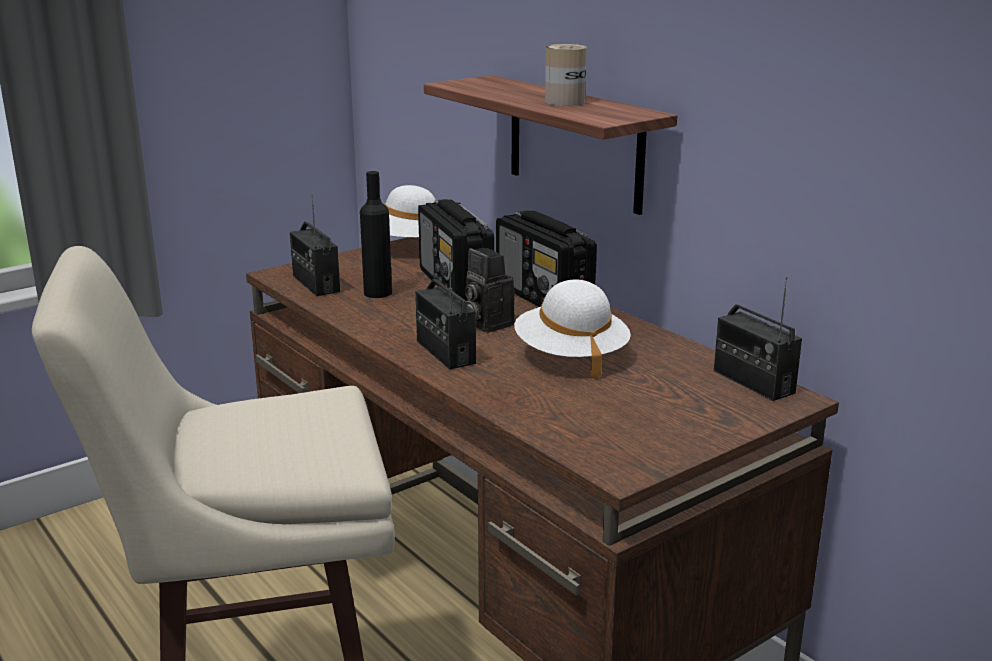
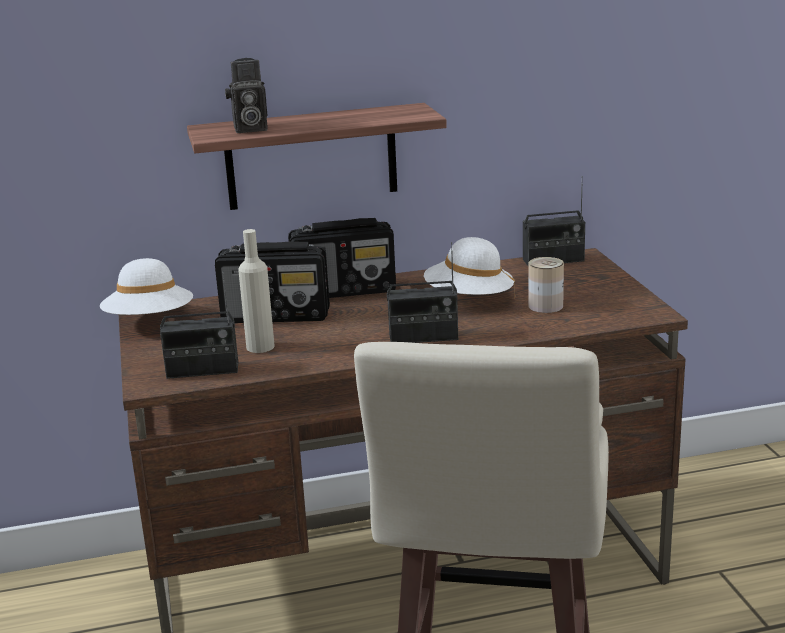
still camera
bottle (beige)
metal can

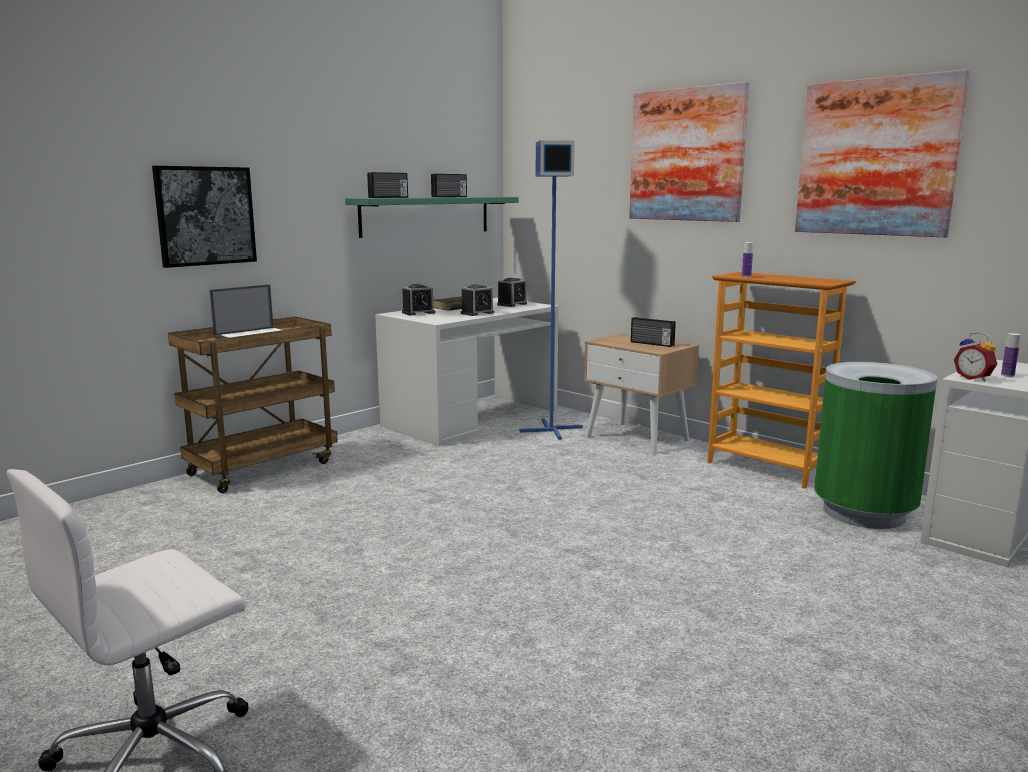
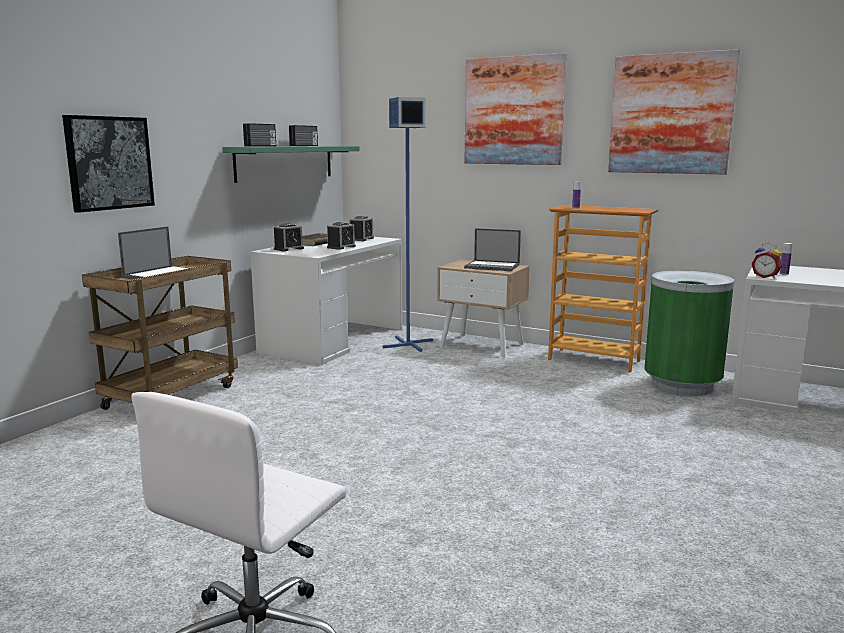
portable computer (no. 2 from left)

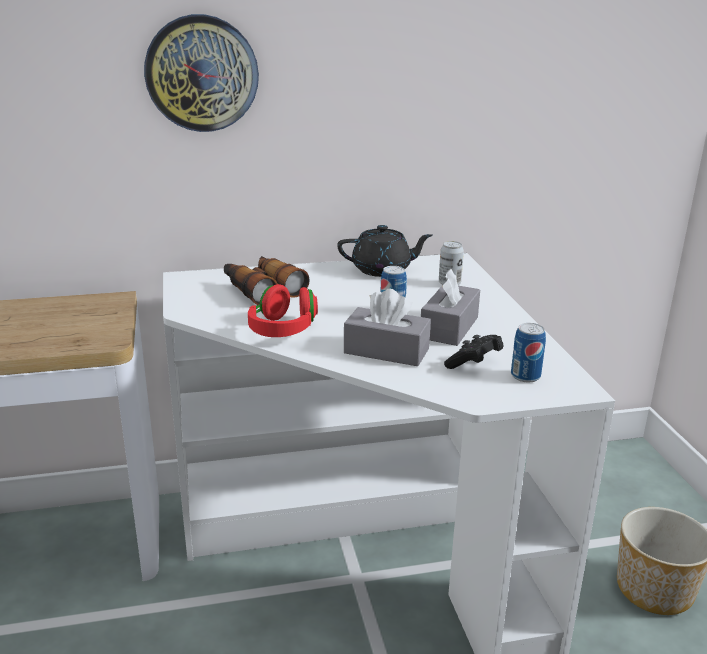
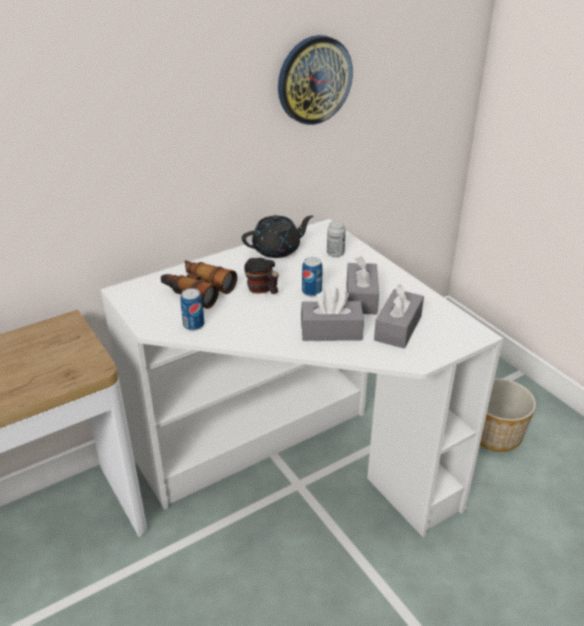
metal can (no. 1 from left)
coffee mug
hanging clock
tissue holder (greyish) (no. 3 from left)
headset (reddish)

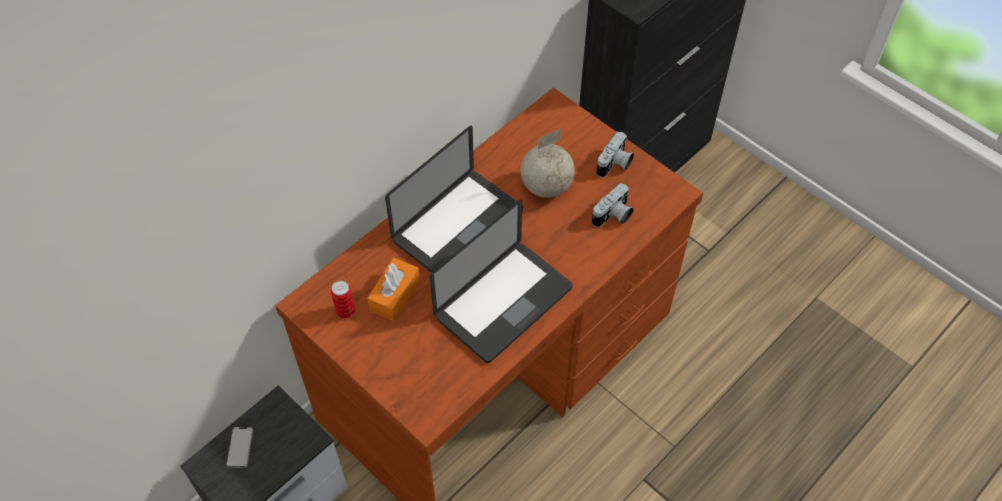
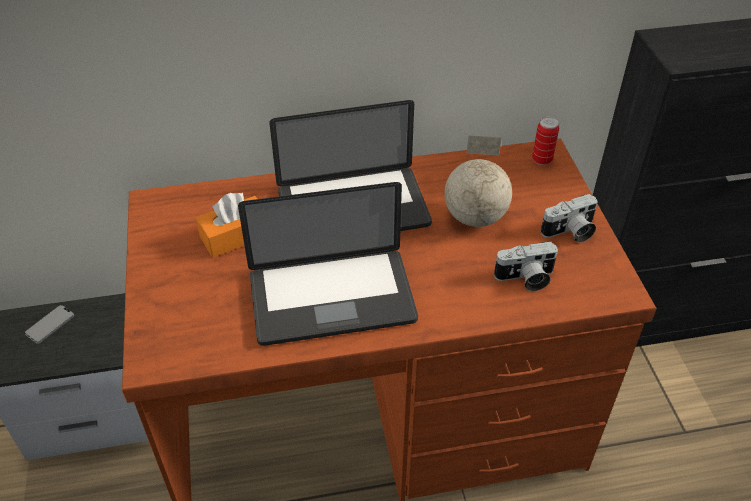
metal can

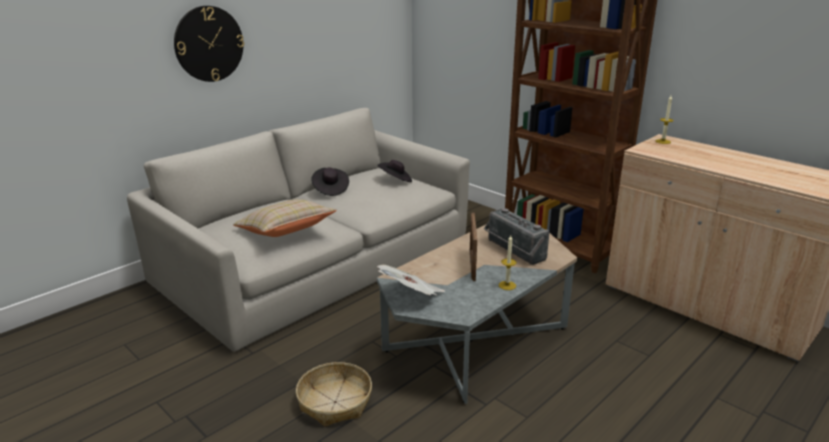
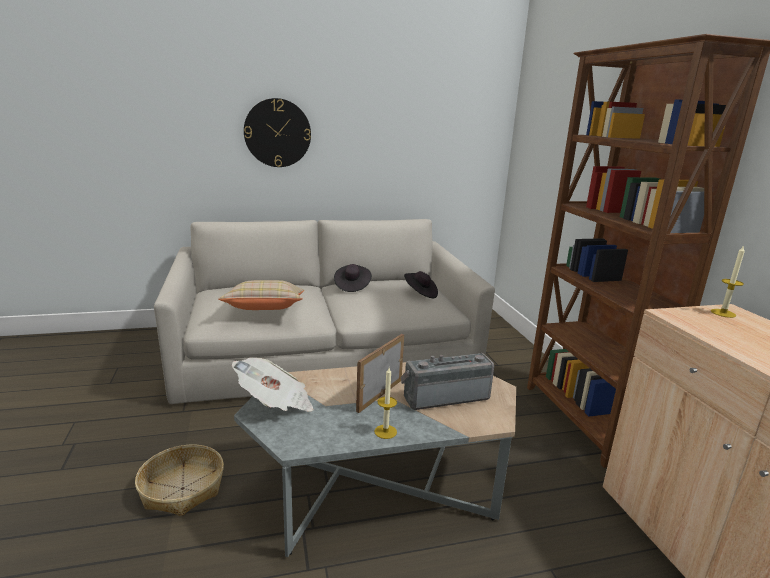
radio receiver

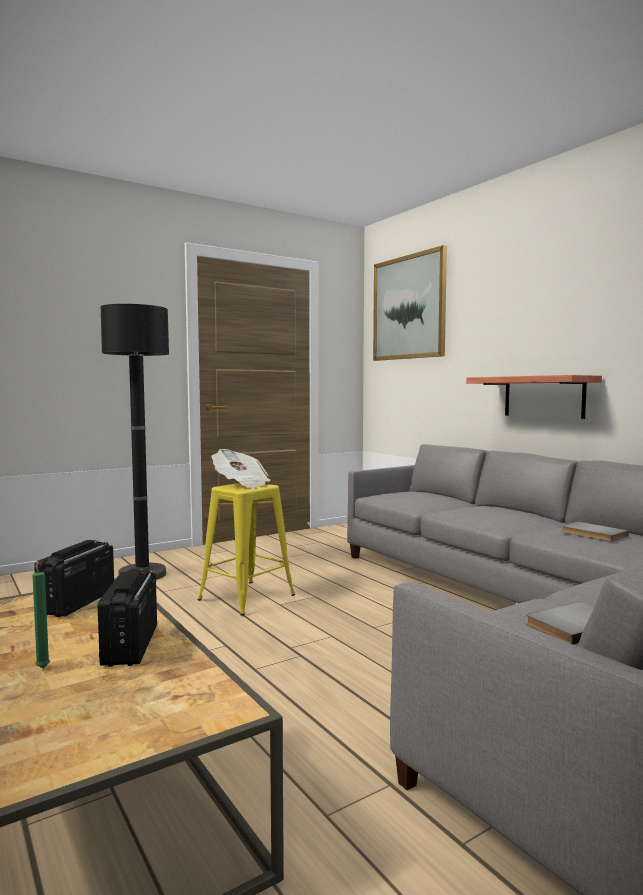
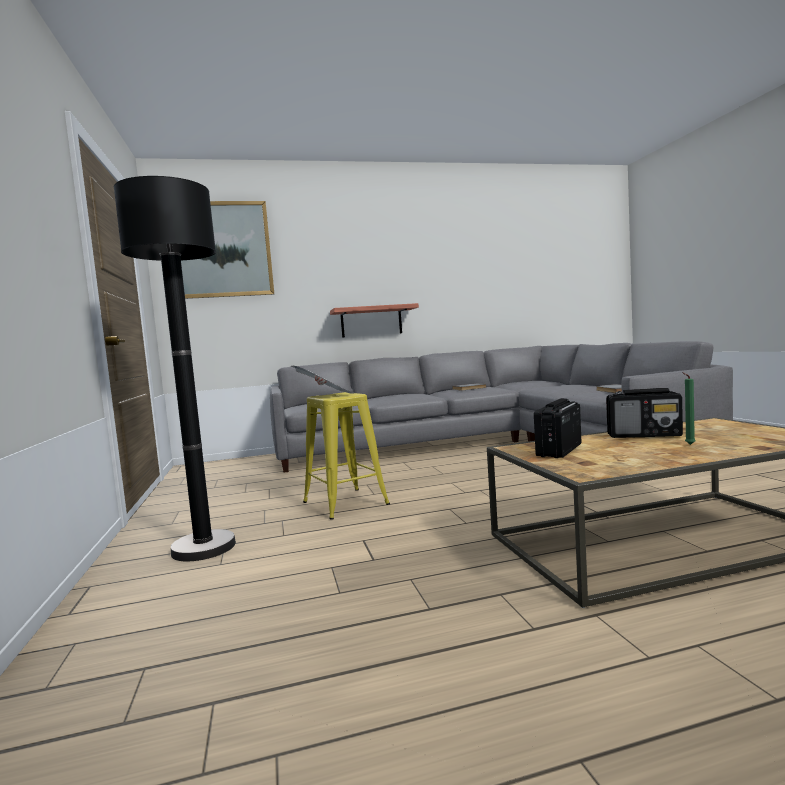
radio receiver (no. 1 from left)

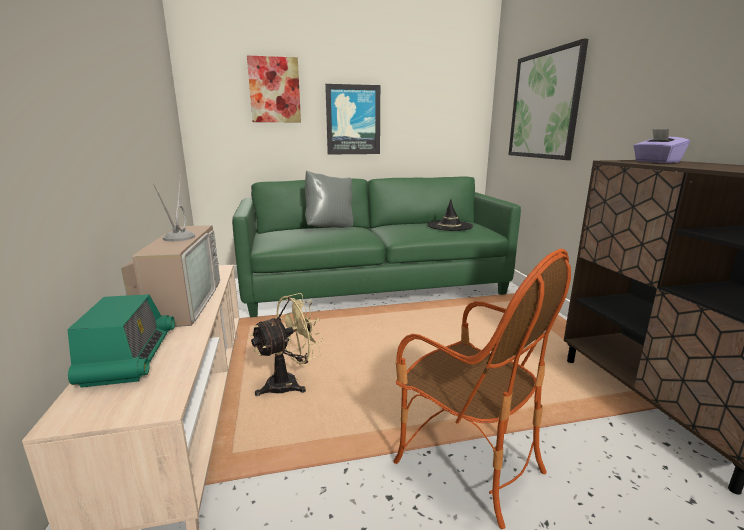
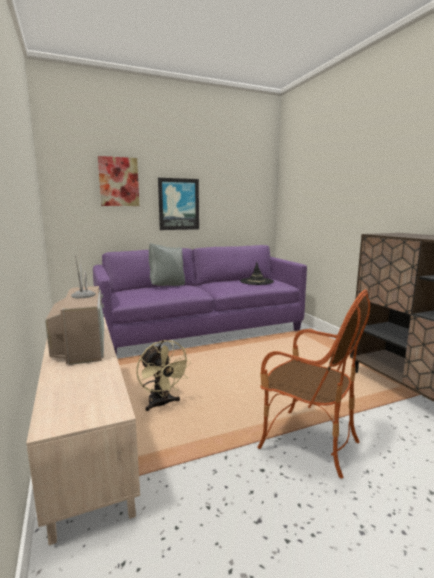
couch (purplish)
fan (beige)
radio receiver
wall picture (no. 3 from left in the first image)
tissue holder (purplish)

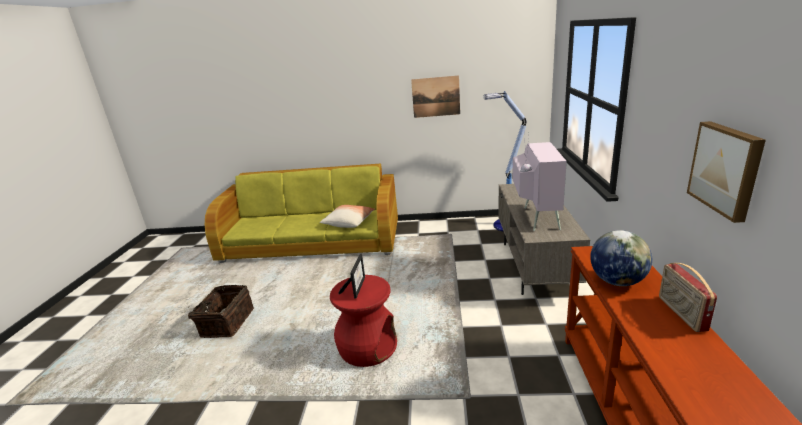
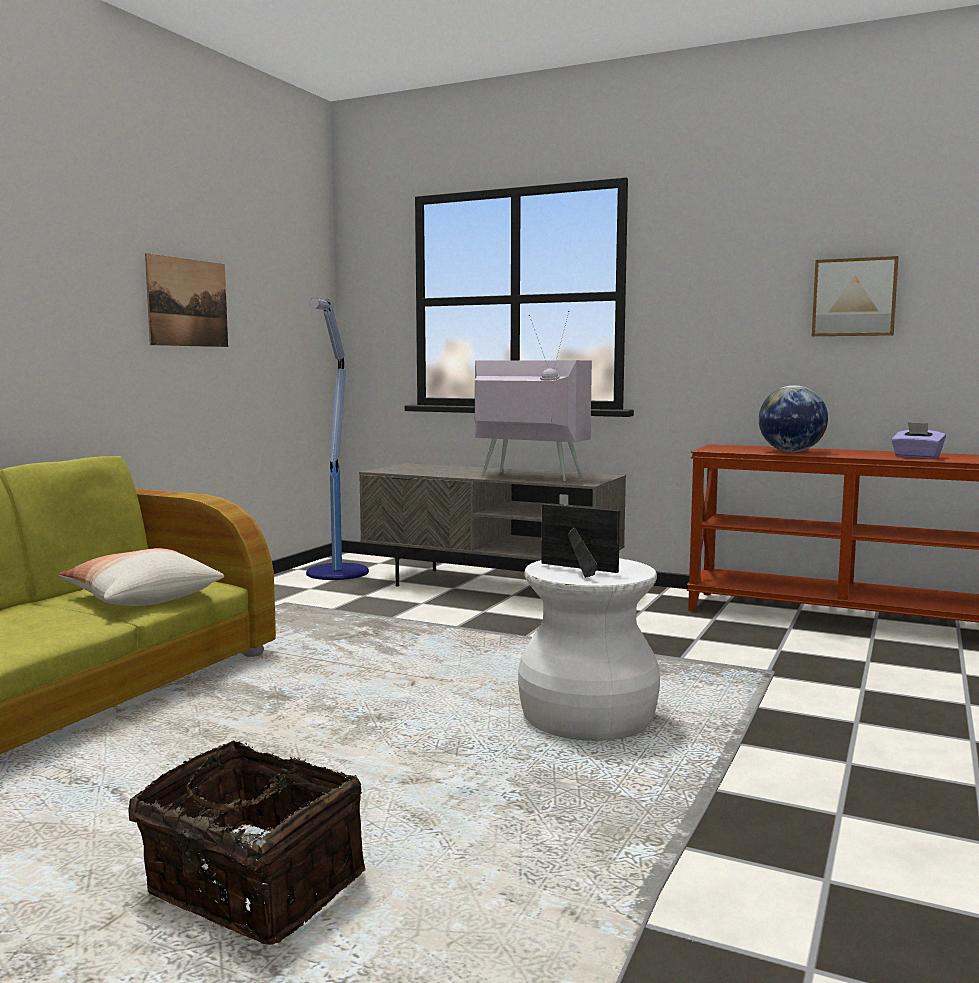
stool (white)
tissue holder (purplish)
radio receiver

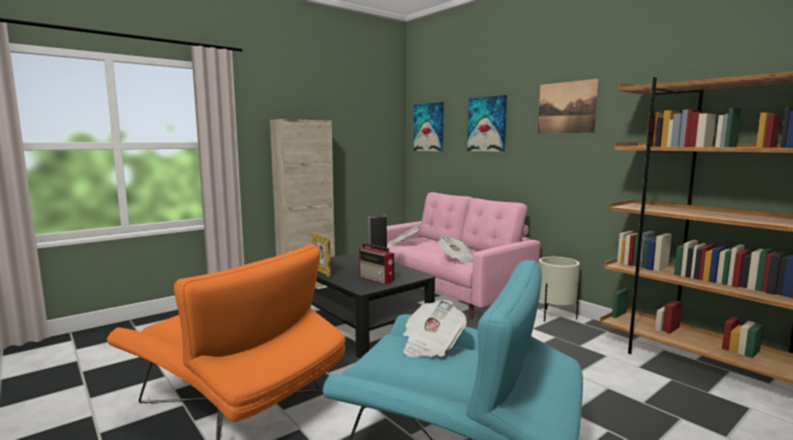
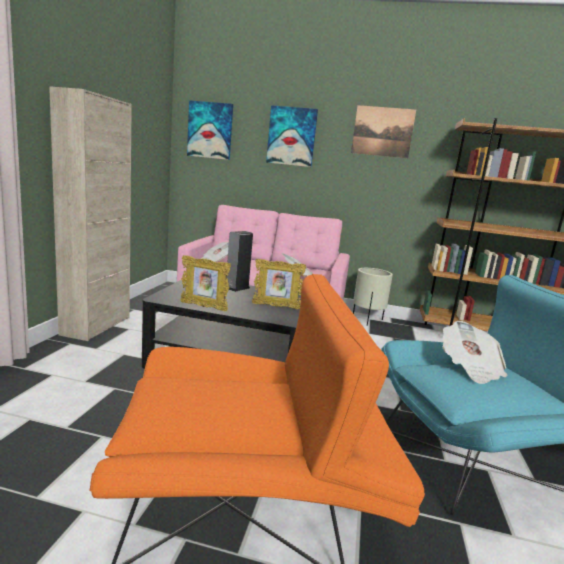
photo frame (no. 2 from left)

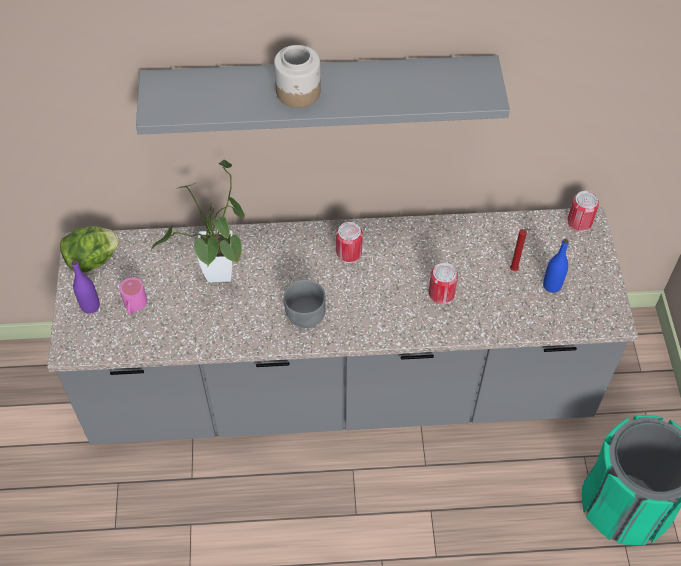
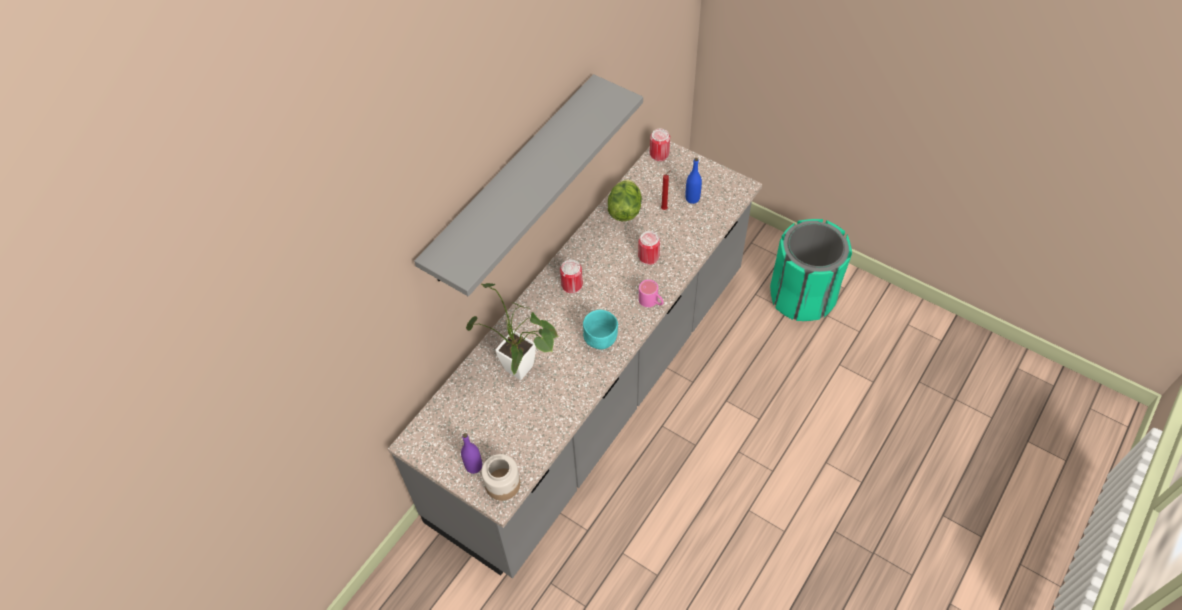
storage jar
bowl (blue-green)
lettuce
coffee mug (pink-coloured)

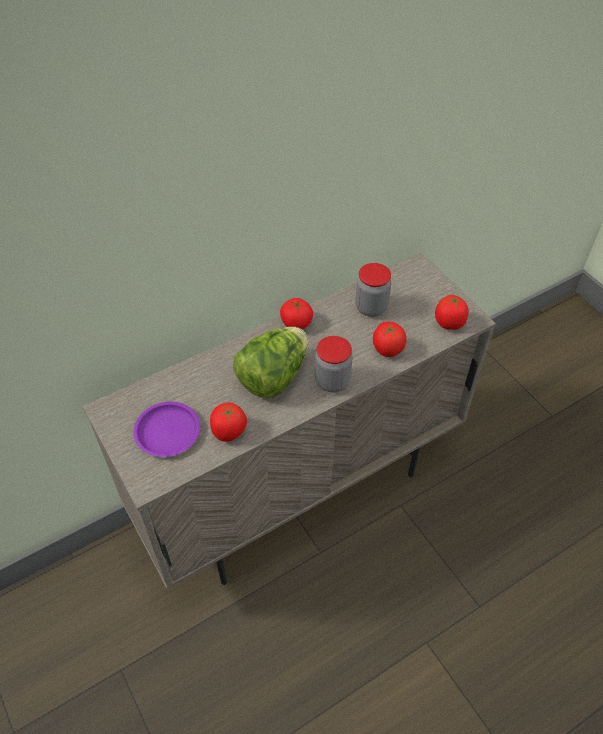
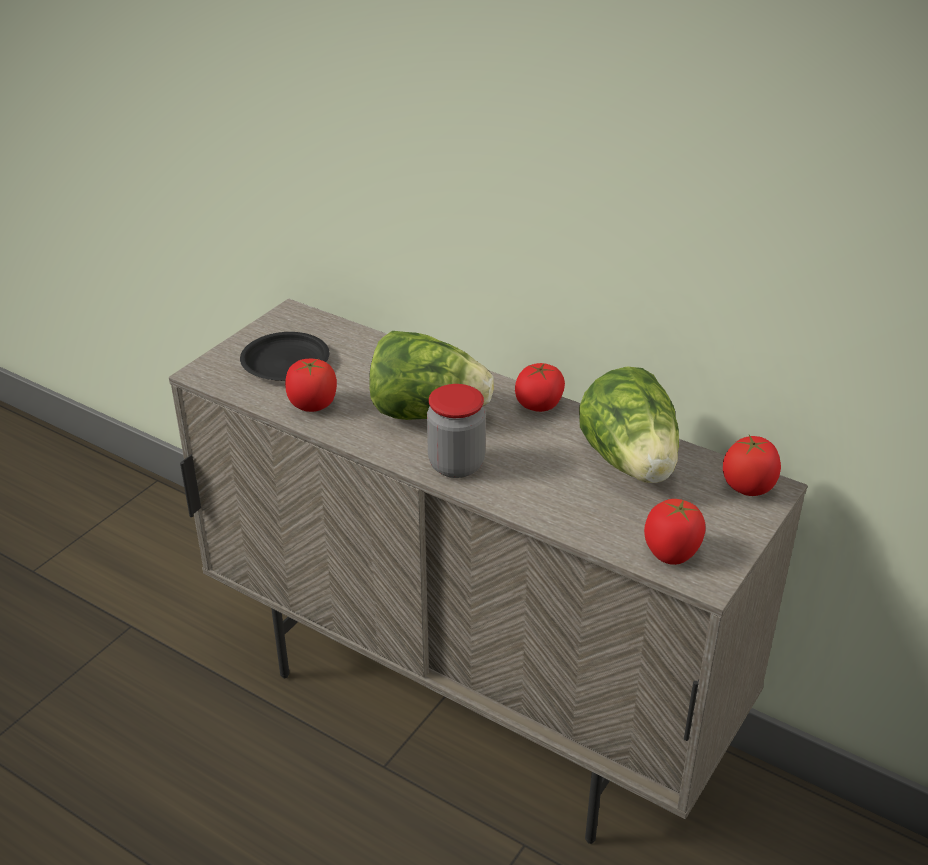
flat dish (black)
lettuce (no. 2 from left)
whole tomato (no. 4 from left)

